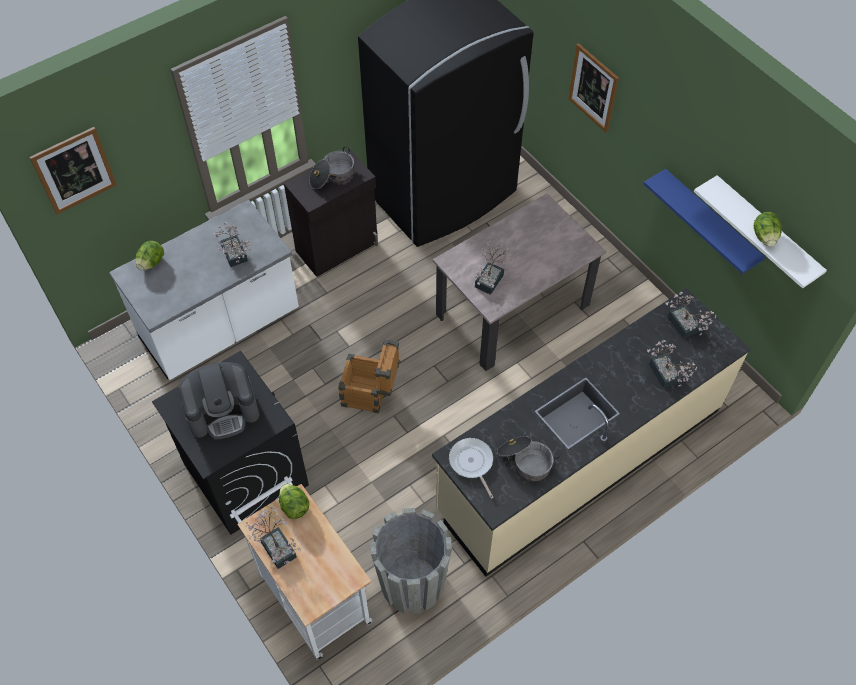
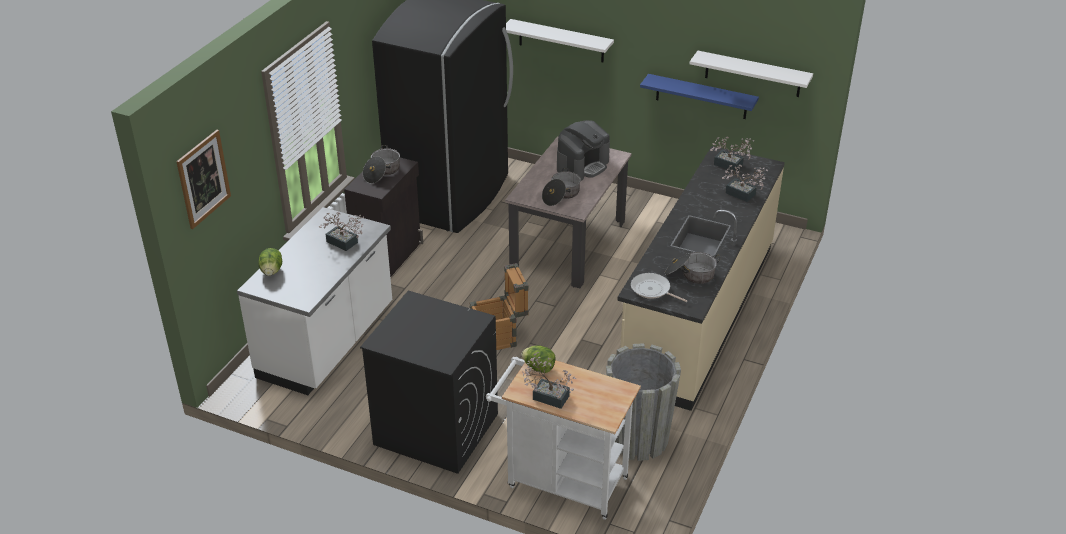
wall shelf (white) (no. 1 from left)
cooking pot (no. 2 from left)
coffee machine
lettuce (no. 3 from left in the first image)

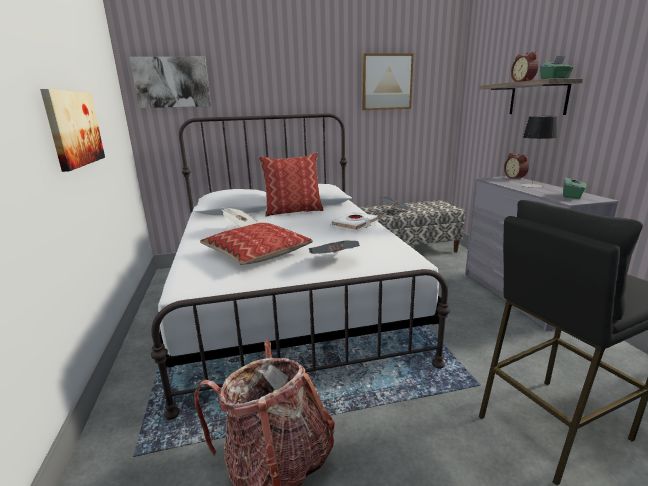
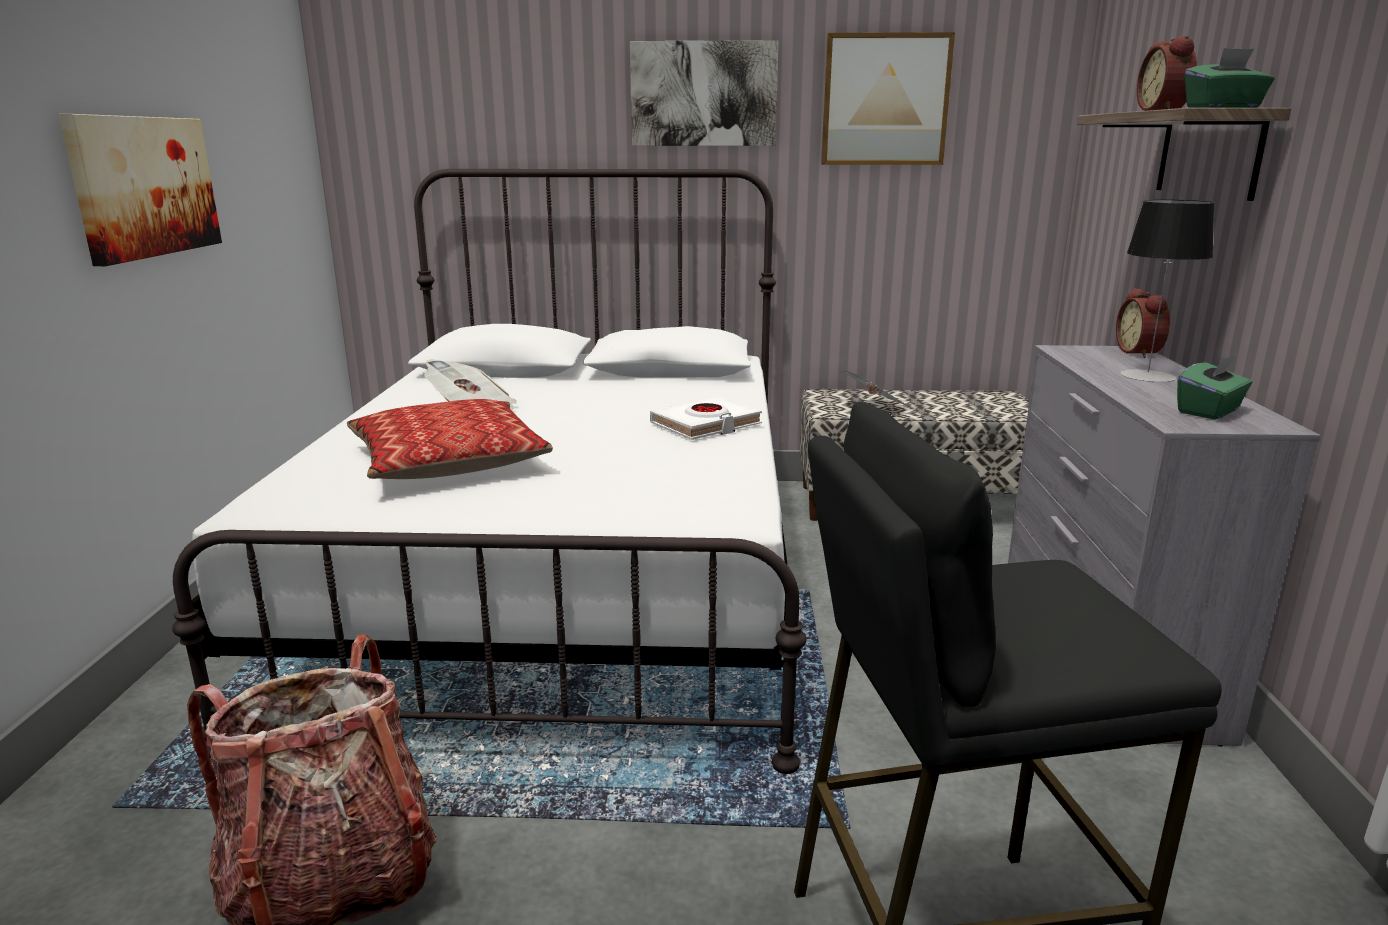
wall picture (no. 2 from left)
pillow (no. 2 from left in the first image)
printed paper (no. 2 from left in the first image)

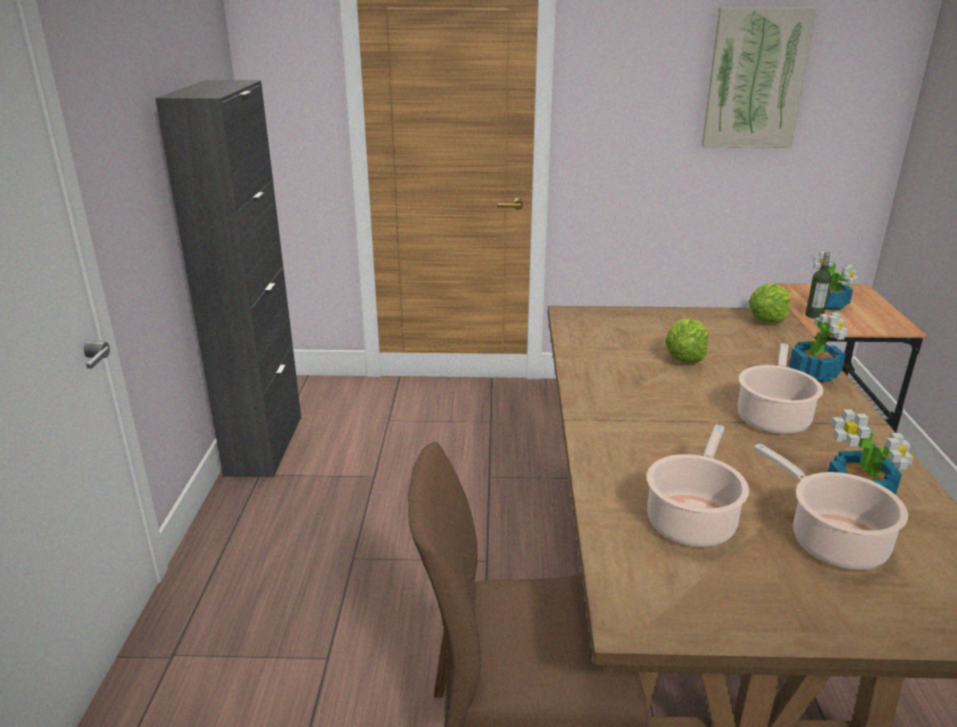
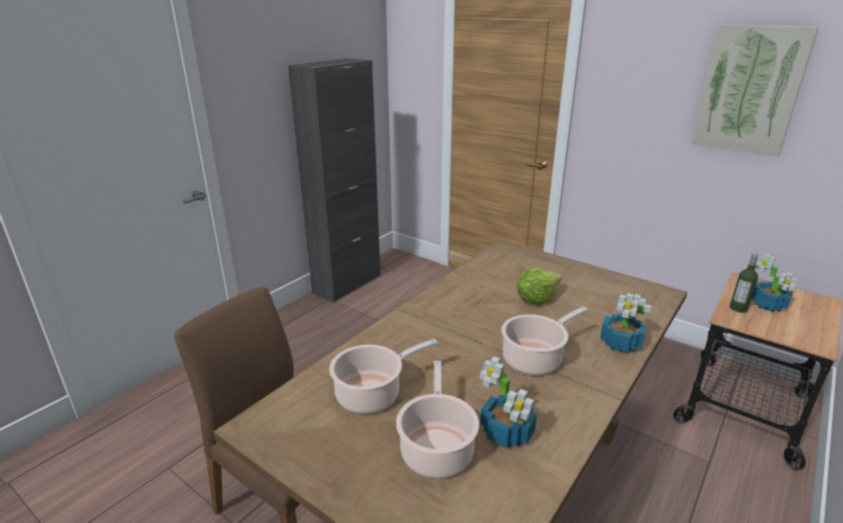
lettuce (no. 2 from left in the first image)

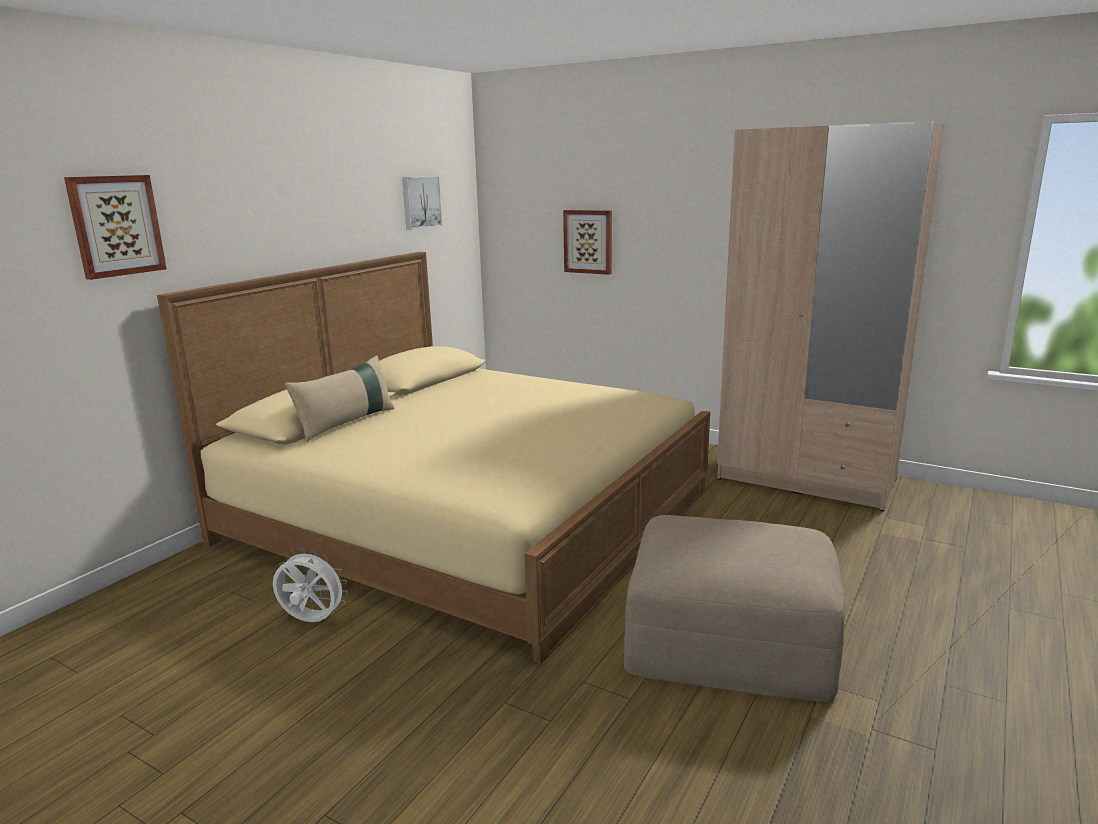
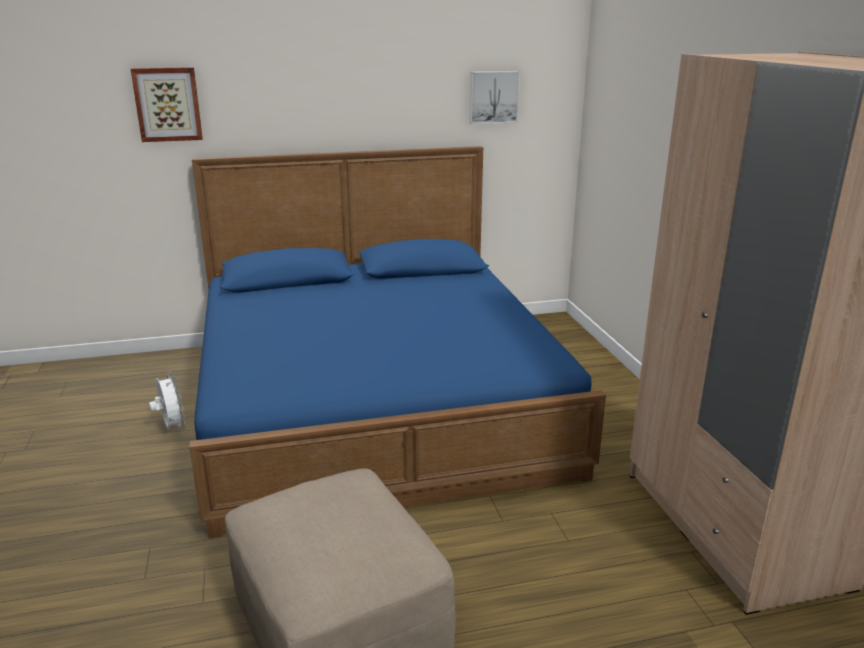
bedroom bed (blue)
pillow (beige)
wall picture (no. 3 from left in the first image)

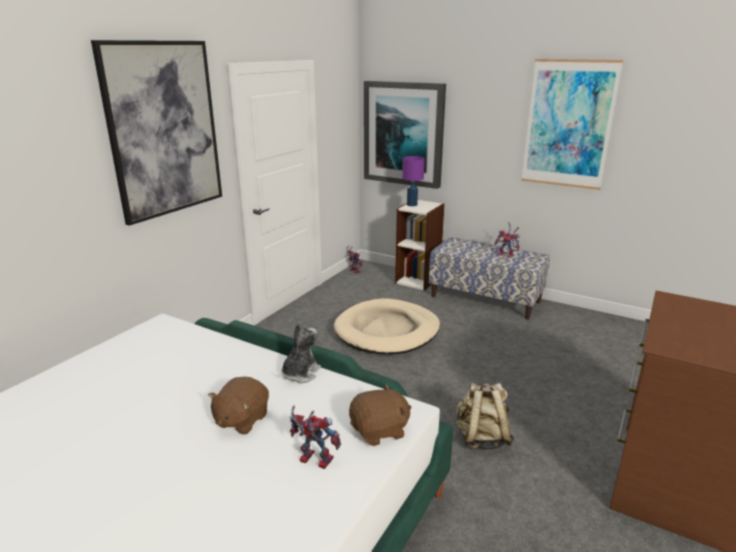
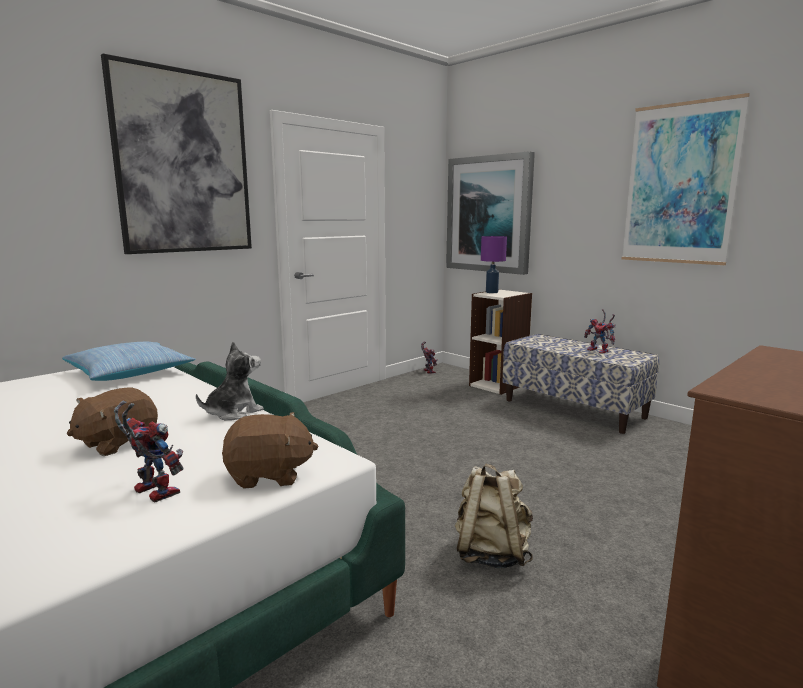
pillow
pet bed (beige)

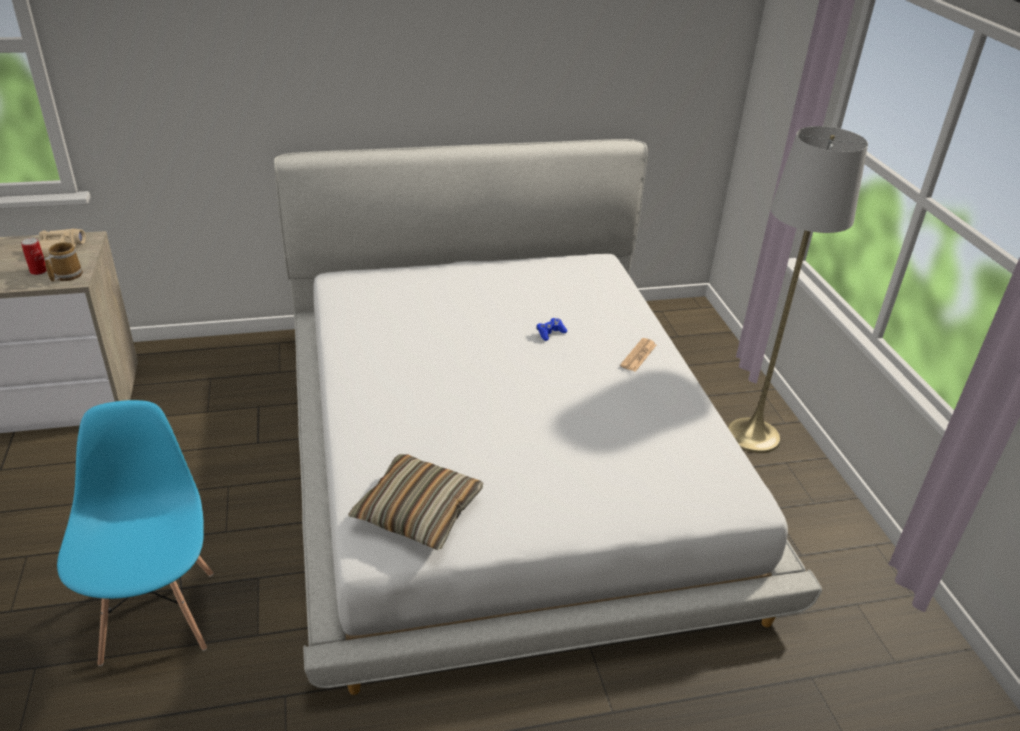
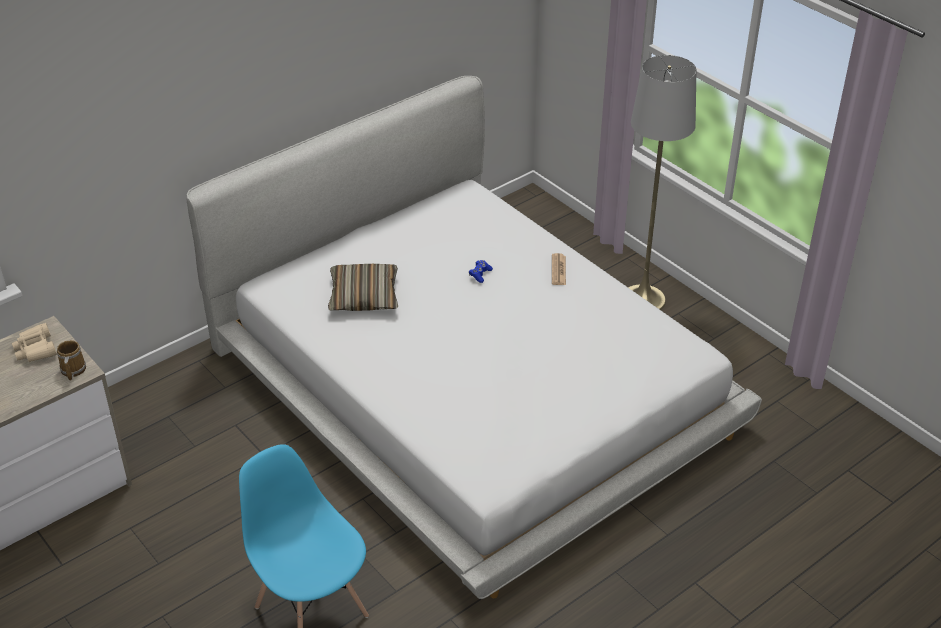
pillow
metal can

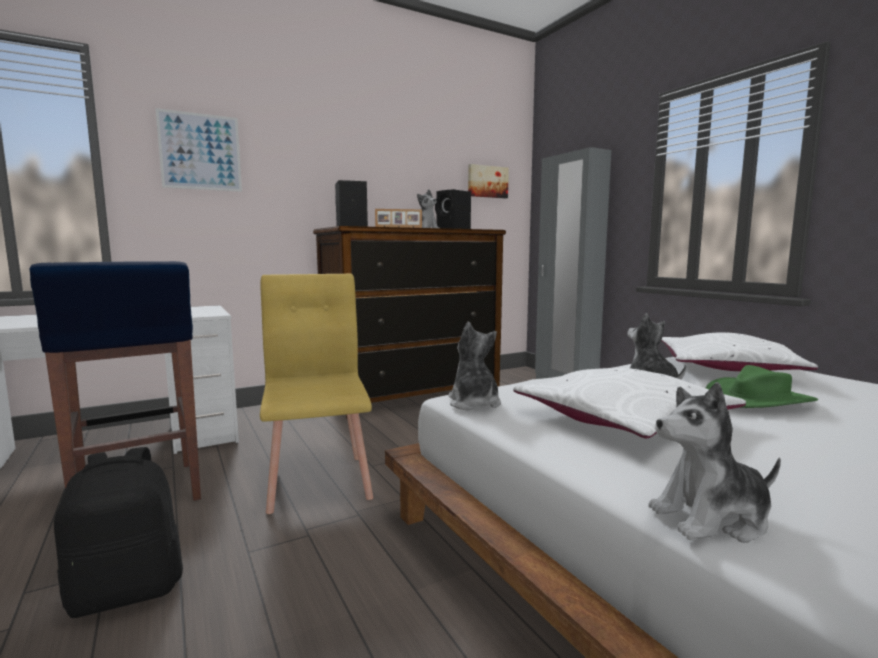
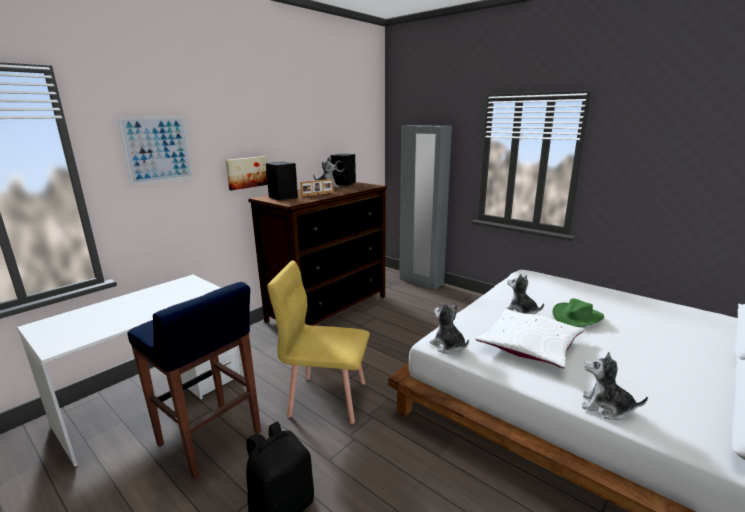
wall picture (no. 2 from left)
plain chair (yellow-coloured)
cuddly toy (no. 4 from left)
pillow (white) (no. 2 from left in the first image)

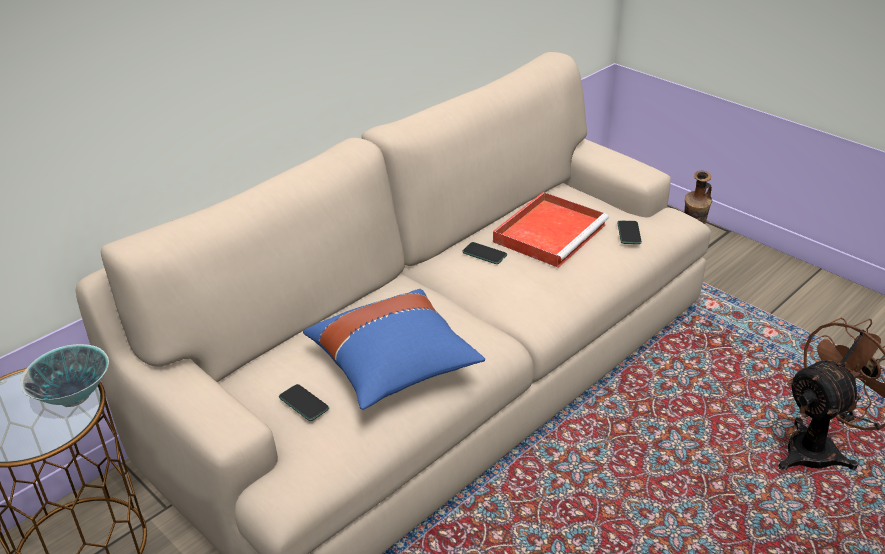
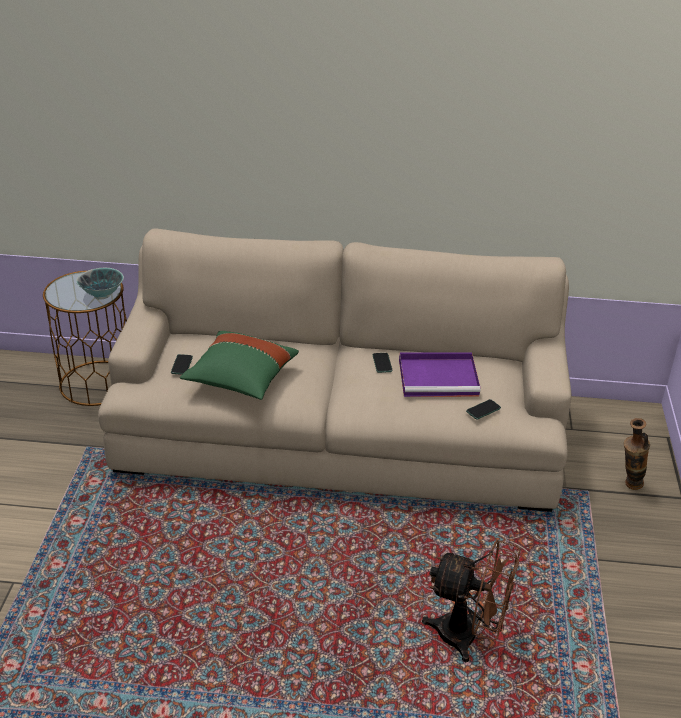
pillow (green)
tray (purplish)

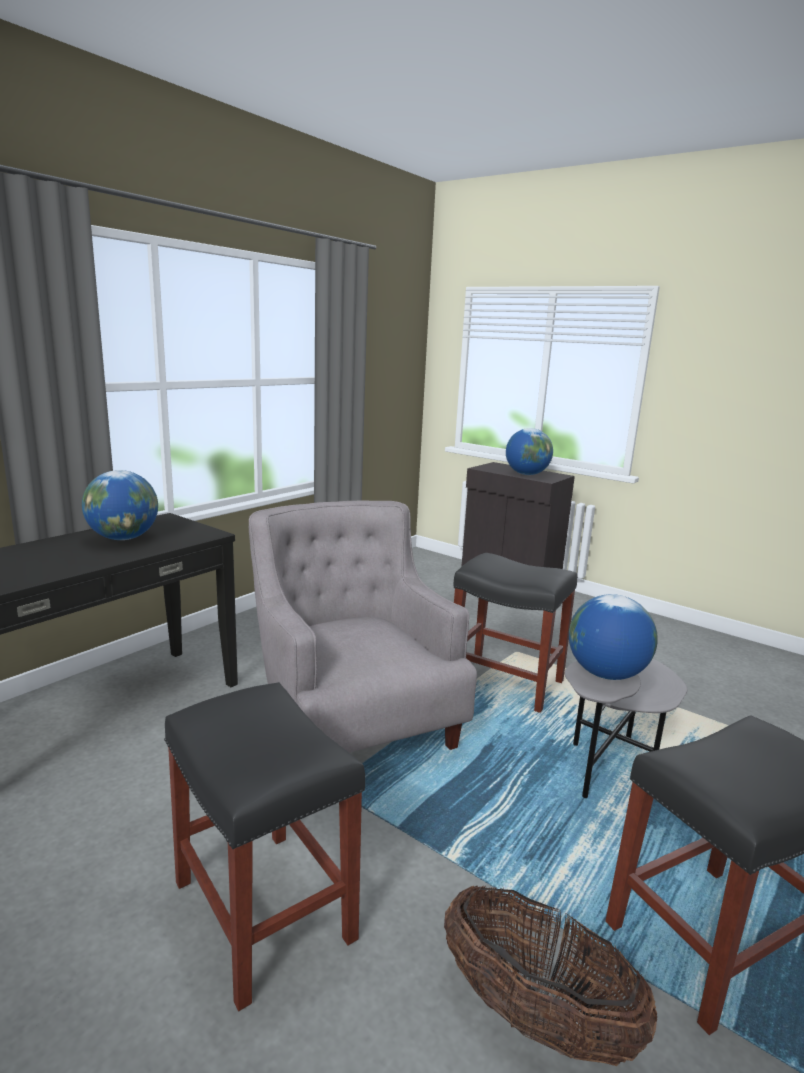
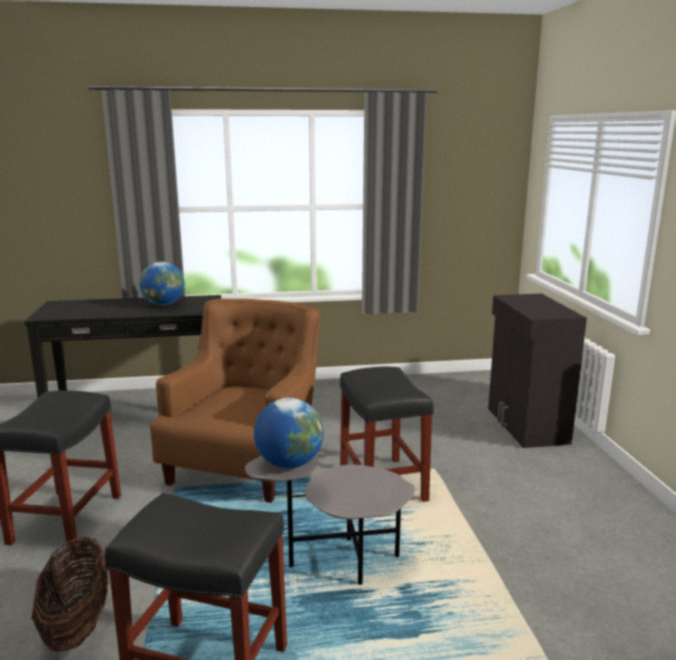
easy chair (brown-coloured)
globe (no. 2 from left in the first image)

